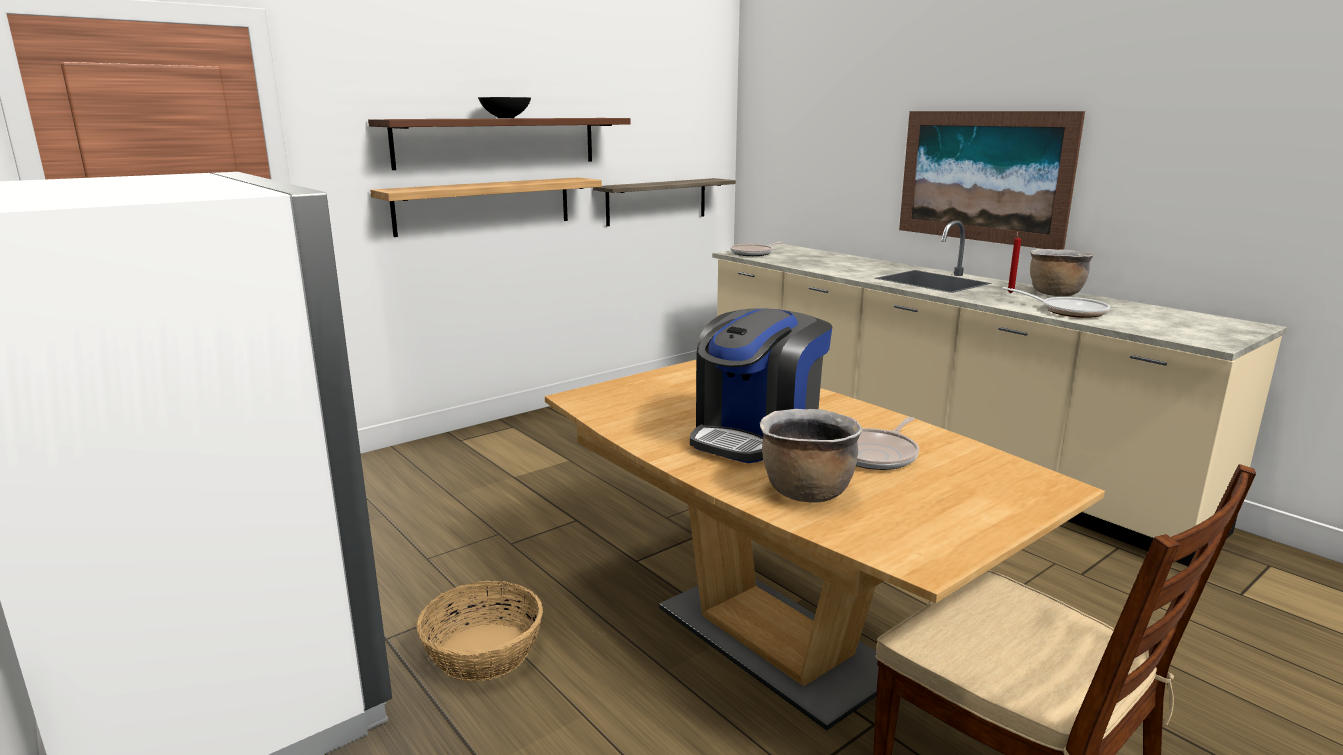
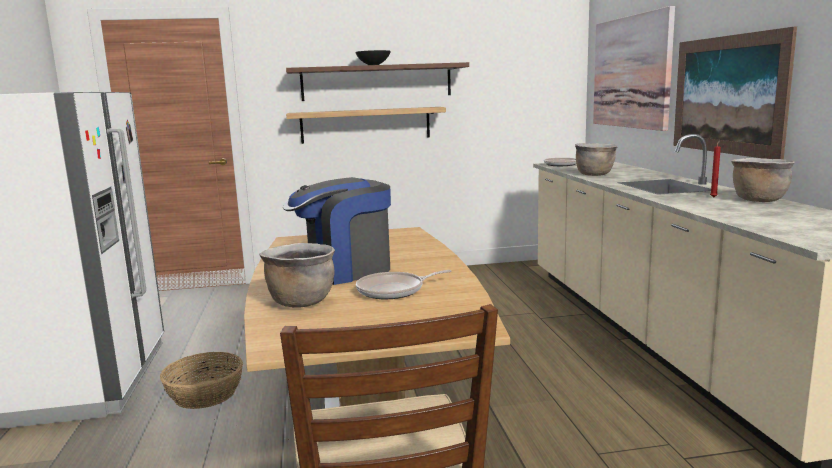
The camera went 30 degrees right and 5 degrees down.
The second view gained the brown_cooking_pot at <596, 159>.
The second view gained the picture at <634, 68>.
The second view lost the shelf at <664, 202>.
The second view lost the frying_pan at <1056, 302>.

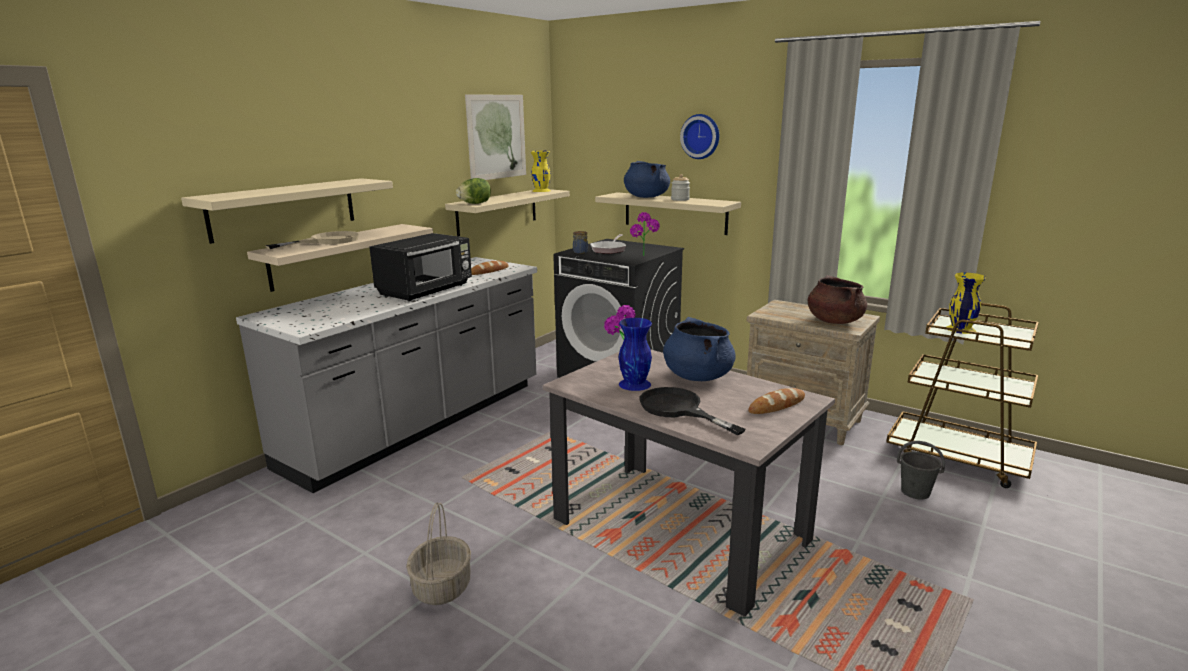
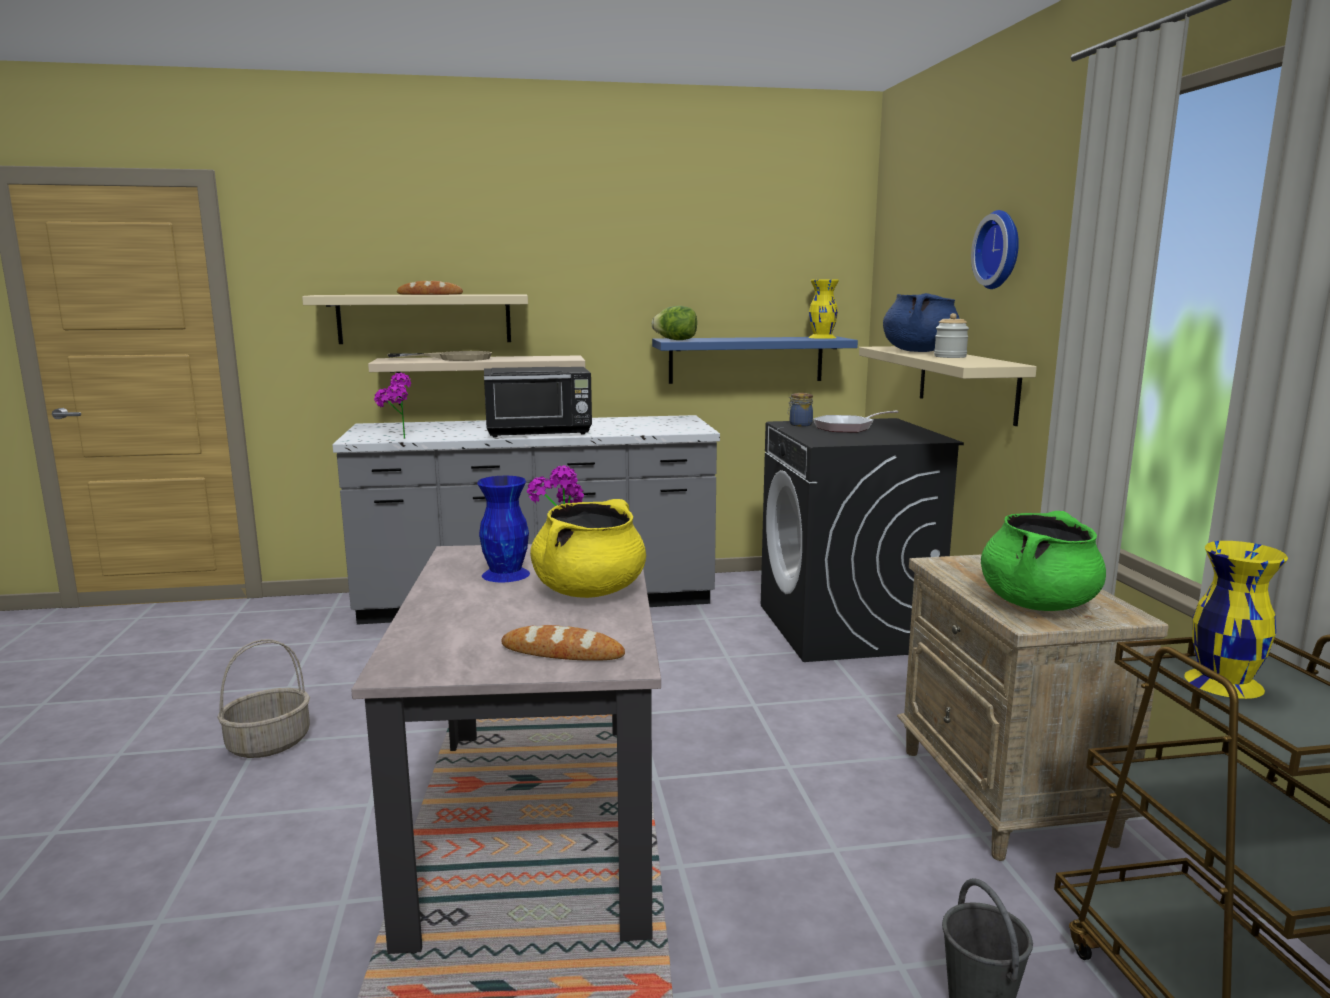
The camera went 45 degrees right and 5 degrees down.
The potted_plant ended up elsewhere, having gone from <645, 234> to <392, 406>.
The bread ended up elsewhere, having gone from <490, 268> to <430, 288>.
What was the blue_cooking_pot at <699, 349> turned into the yellow_cooking_pot at <588, 548>.
What was the beige_shelf at <507, 213> turned into the blue_shelf at <755, 360>.
What was the brown_cooking_pot at <837, 299> turned into the green_cooking_pot at <1043, 561>.
The second view lost the picture at <495, 137>.
The second view lost the black_frying_pan at <692, 411>.

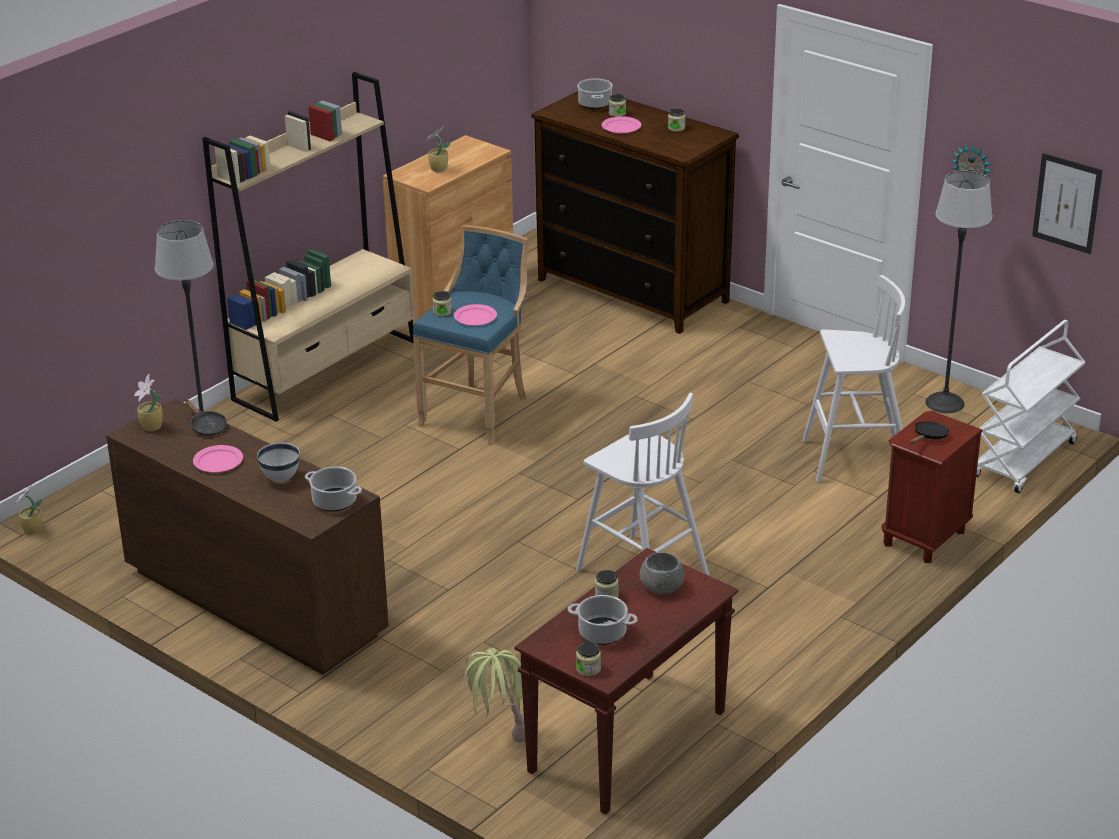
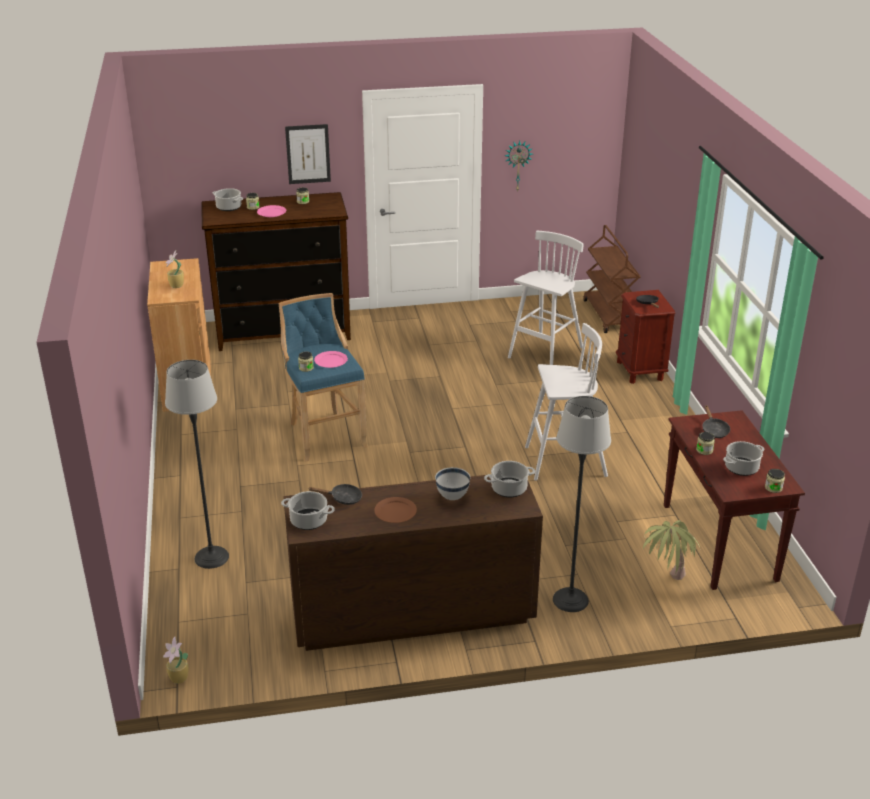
The camera went 50 degrees left and 0 degrees up.
Where the potted_plant stood at <148, 402>, the cooking_pot came to stand at <308, 510>.
The picture ended up elsewhere, having gone from <1067, 203> to <308, 154>.
What was the pink_plate at <218, 458> turned into the brown_plate at <395, 510>.
The floor_lamp ended up elsewhere, having gone from <959, 292> to <582, 504>.
What was the white_cart at <1030, 406> turned into the brown_cart at <611, 279>.
Where the grey_bowl stood at <662, 573>, the black_frying_pan came to stand at <716, 421>.
The second view lost the beige_bookcase at <308, 247>.

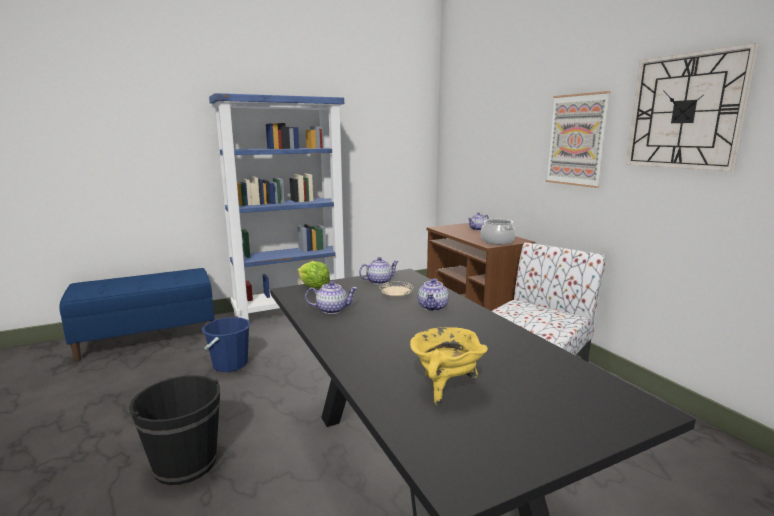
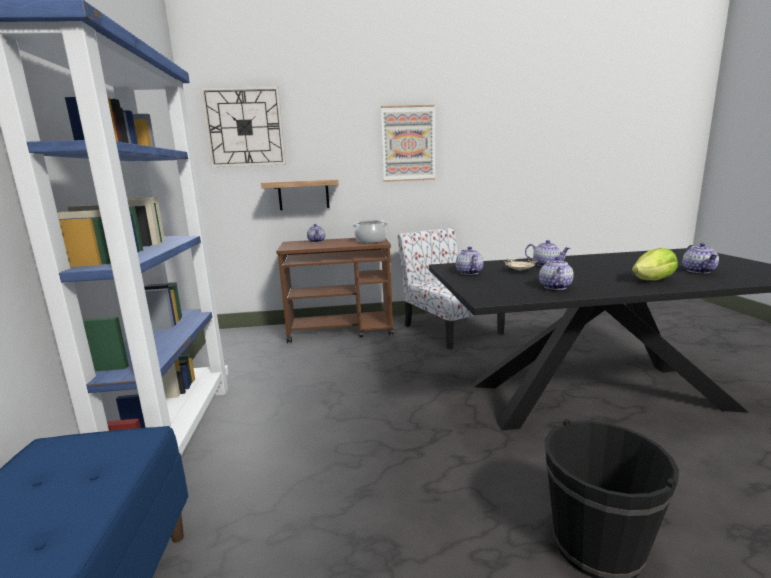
The camera went 70 degrees left and 0 degrees up.
The wall_clock ended up elsewhere, having gone from <692, 107> to <243, 126>.
The second view gained the shelf at <300, 194>.
The lettuce ended up elsewhere, having gone from <314, 275> to <655, 264>.
Where the yellow_cooking_pot stood at <449, 366>, the teapot came to stand at <701, 258>.
The second view lost the blue_bucket at <226, 344>.

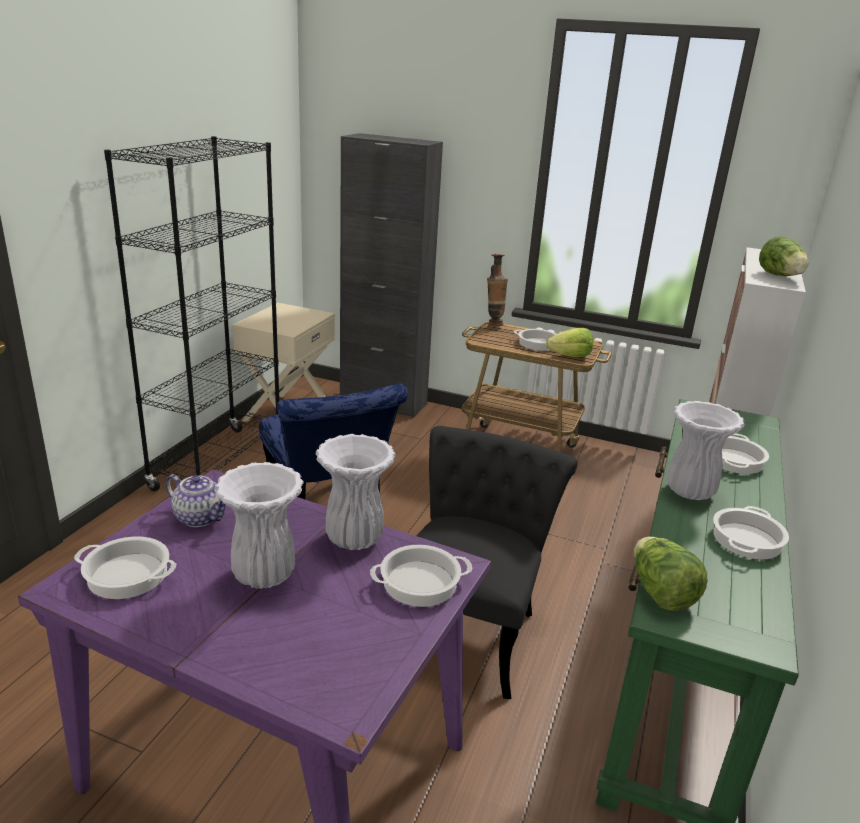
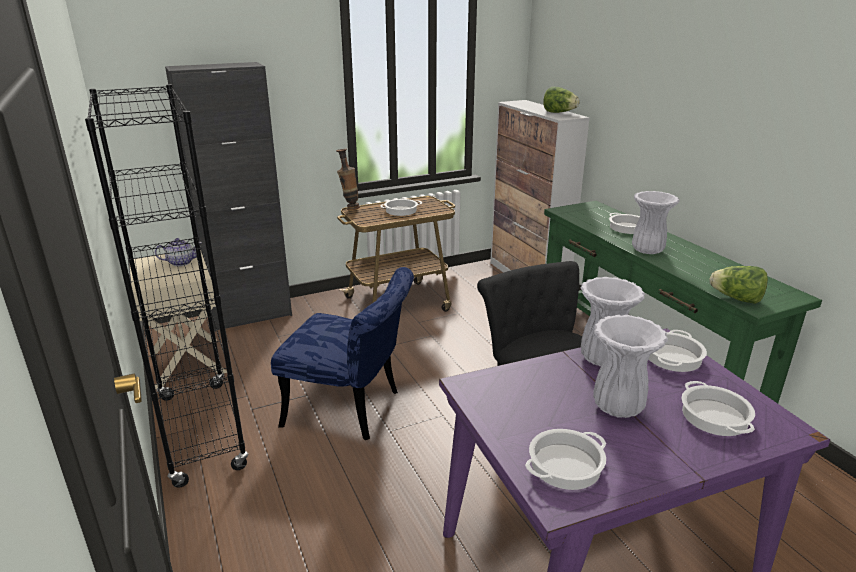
The camera went 45 degrees left and 0 degrees up.
The teapot ended up elsewhere, having gone from <195, 500> to <178, 252>.
The cooking_pot ended up elsewhere, having gone from <751, 532> to <718, 408>.
The second view lost the lettuce at <569, 342>.

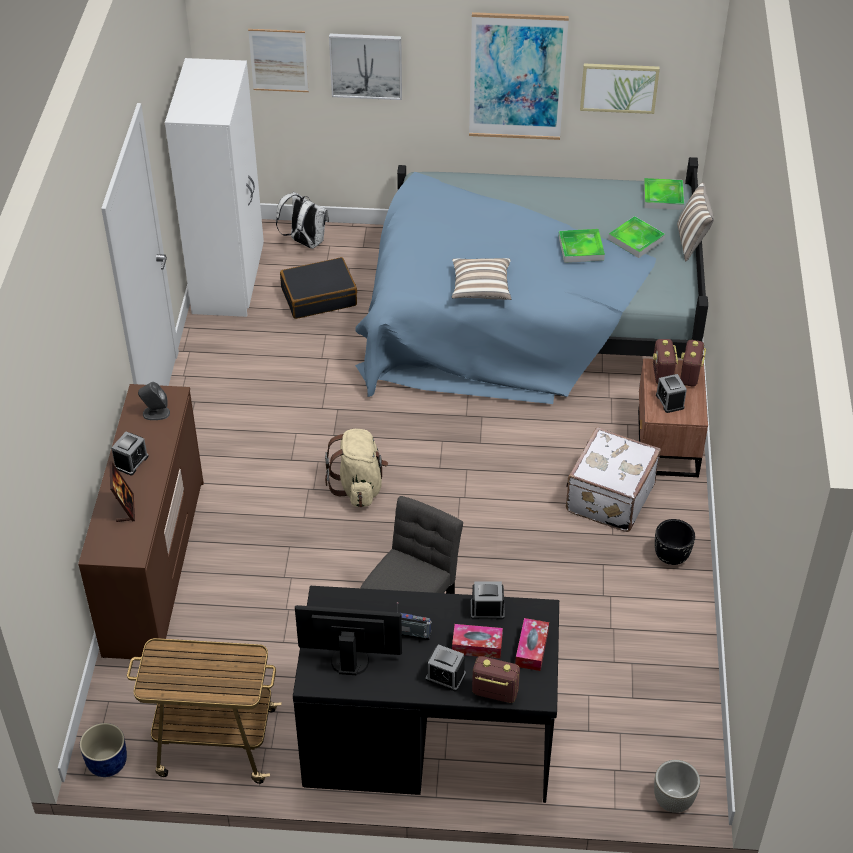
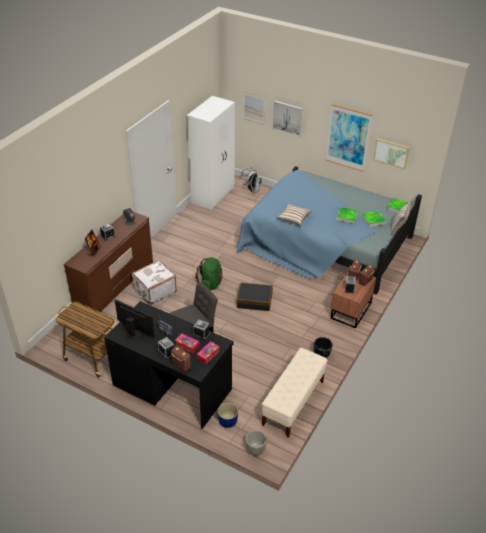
The camera went 25 degrees right and 5 degrees down.
The white_suitcase ended up elsewhere, having gone from <613, 479> to <154, 282>.
What was the beige_backpack at <356, 468> turned into the green_backpack at <209, 274>.
The blue_planter ended up elsewhere, having gone from <103, 750> to <228, 415>.
The black_suitcase ended up elsewhere, having gone from <318, 288> to <255, 297>.
The second view gained the beige_bench at <294, 393>.

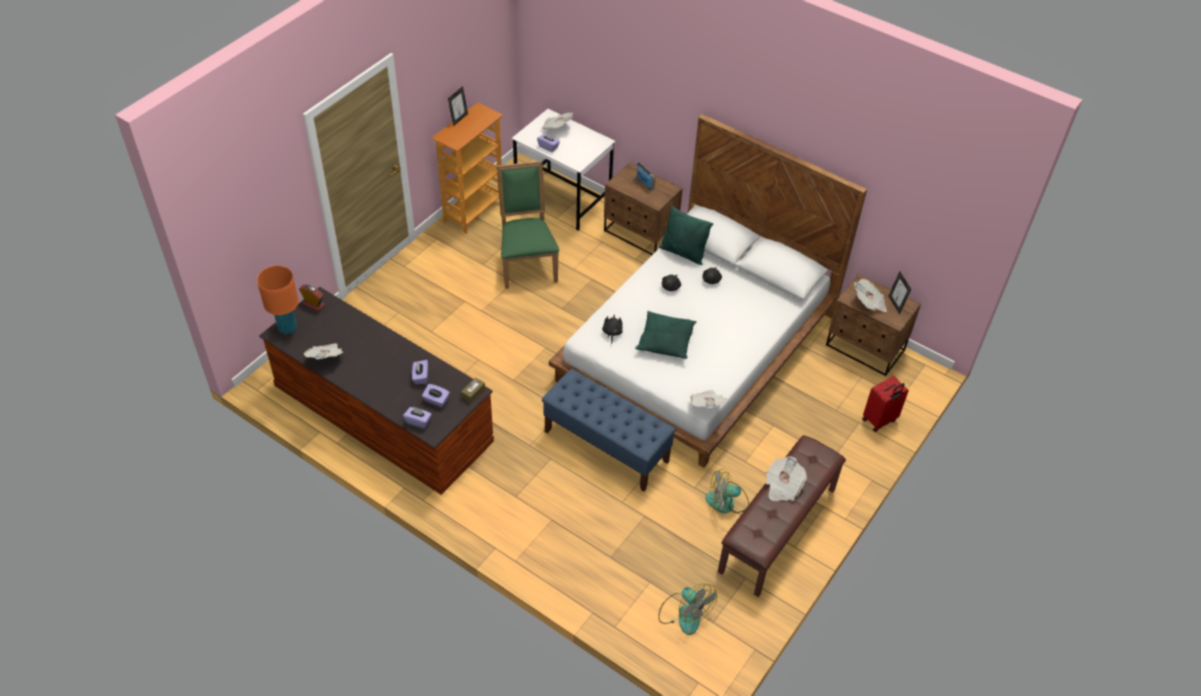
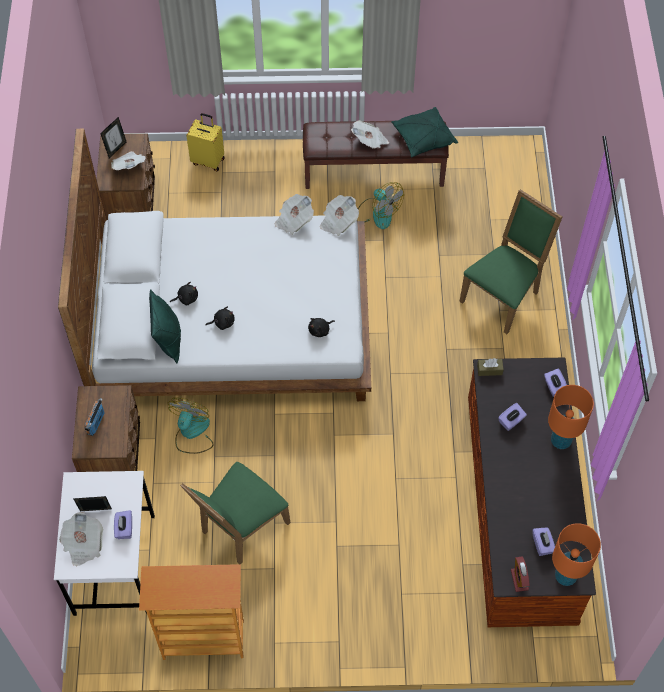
The camera went 125 degrees left and 10 degrees up.
The picture_frame ended up elsewhere, having gone from <458, 106> to <92, 503>.
The fan ended up elsewhere, having gone from <687, 609> to <191, 426>.
What was the red_suitcase at <885, 404> turned into the yellow_suitcase at <205, 142>.
The newspaper ended up elsewhere, having gone from <323, 351> to <294, 214>.
The green_pillow ended up elsewhere, having gone from <666, 335> to <424, 132>.
The second view gained the green_chair at <511, 261>.
The purple_tissue_box ended up elsewhere, having gone from <436, 395> to <543, 541>.
The second view gained the orange_table_lamp at <571, 417>.
The second view lost the blue_bench at <609, 430>.

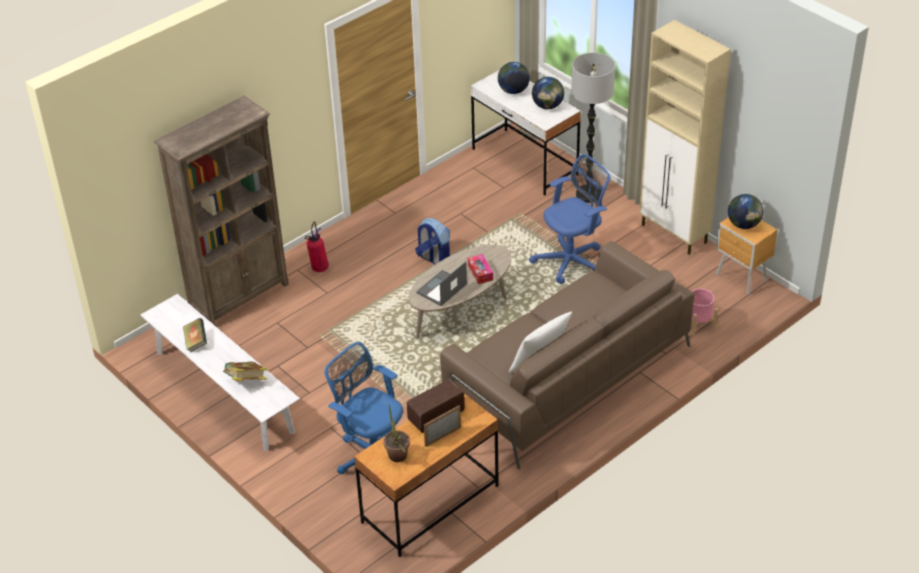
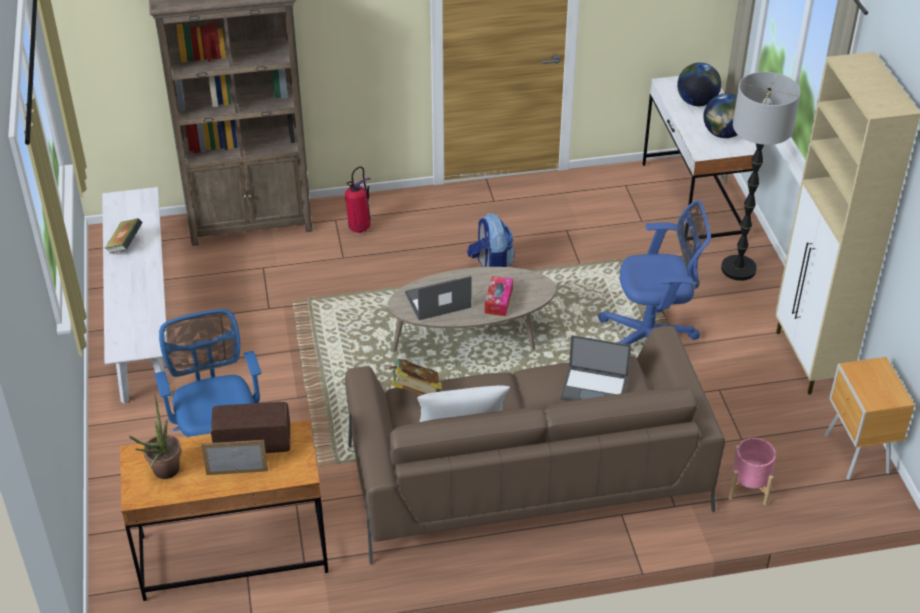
The camera went 30 degrees right and 0 degrees up.
The book ended up elsewhere, having gone from <245, 371> to <415, 377>.
The second view gained the laptop at <595, 368>.
The second view lost the globe at <745, 211>.

